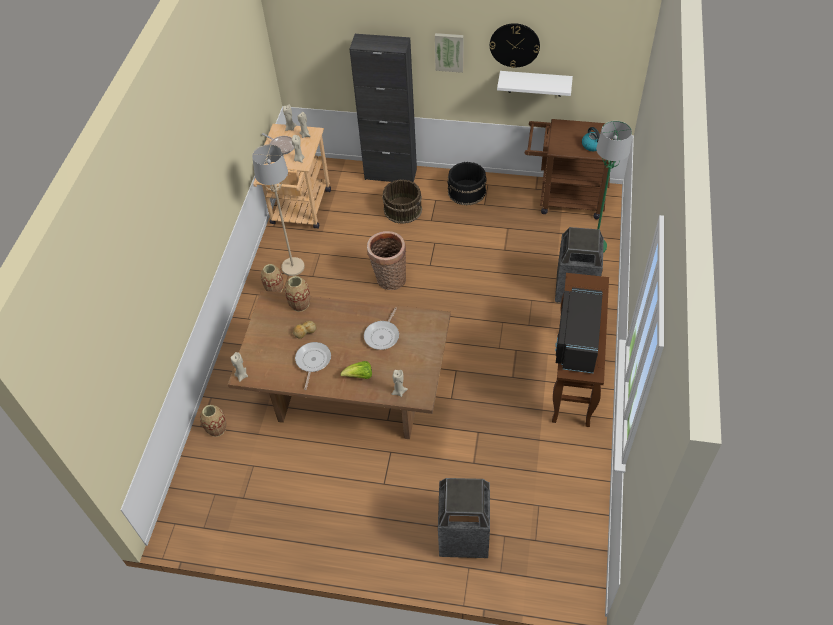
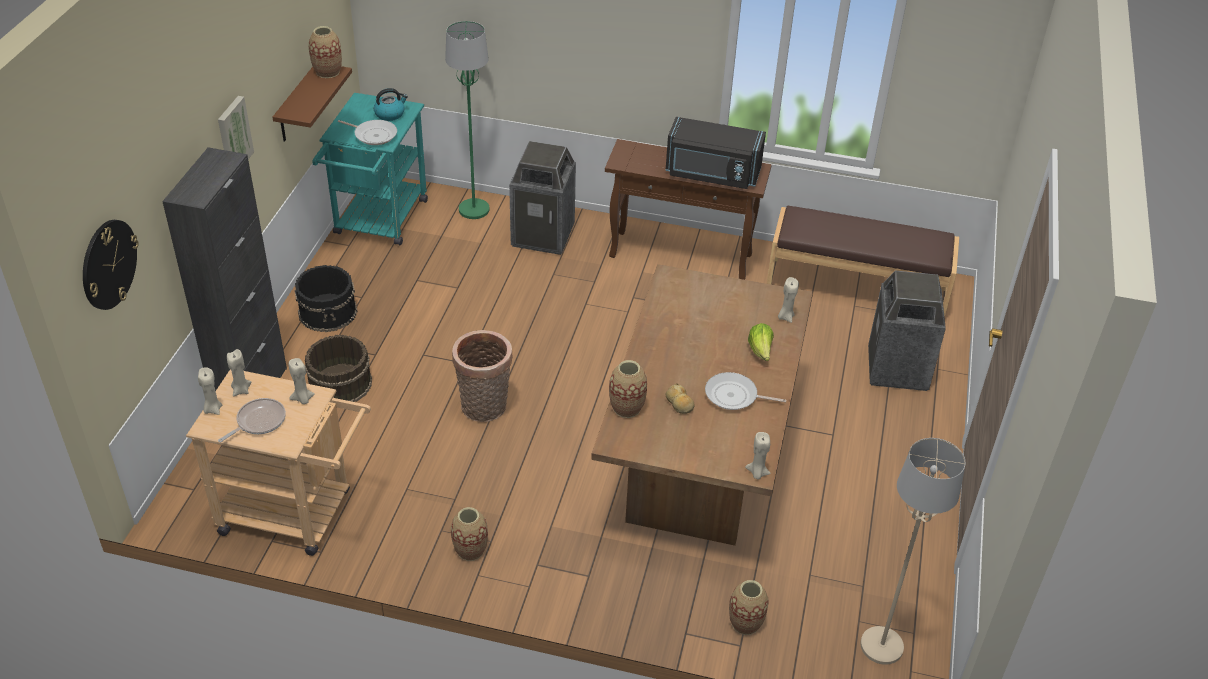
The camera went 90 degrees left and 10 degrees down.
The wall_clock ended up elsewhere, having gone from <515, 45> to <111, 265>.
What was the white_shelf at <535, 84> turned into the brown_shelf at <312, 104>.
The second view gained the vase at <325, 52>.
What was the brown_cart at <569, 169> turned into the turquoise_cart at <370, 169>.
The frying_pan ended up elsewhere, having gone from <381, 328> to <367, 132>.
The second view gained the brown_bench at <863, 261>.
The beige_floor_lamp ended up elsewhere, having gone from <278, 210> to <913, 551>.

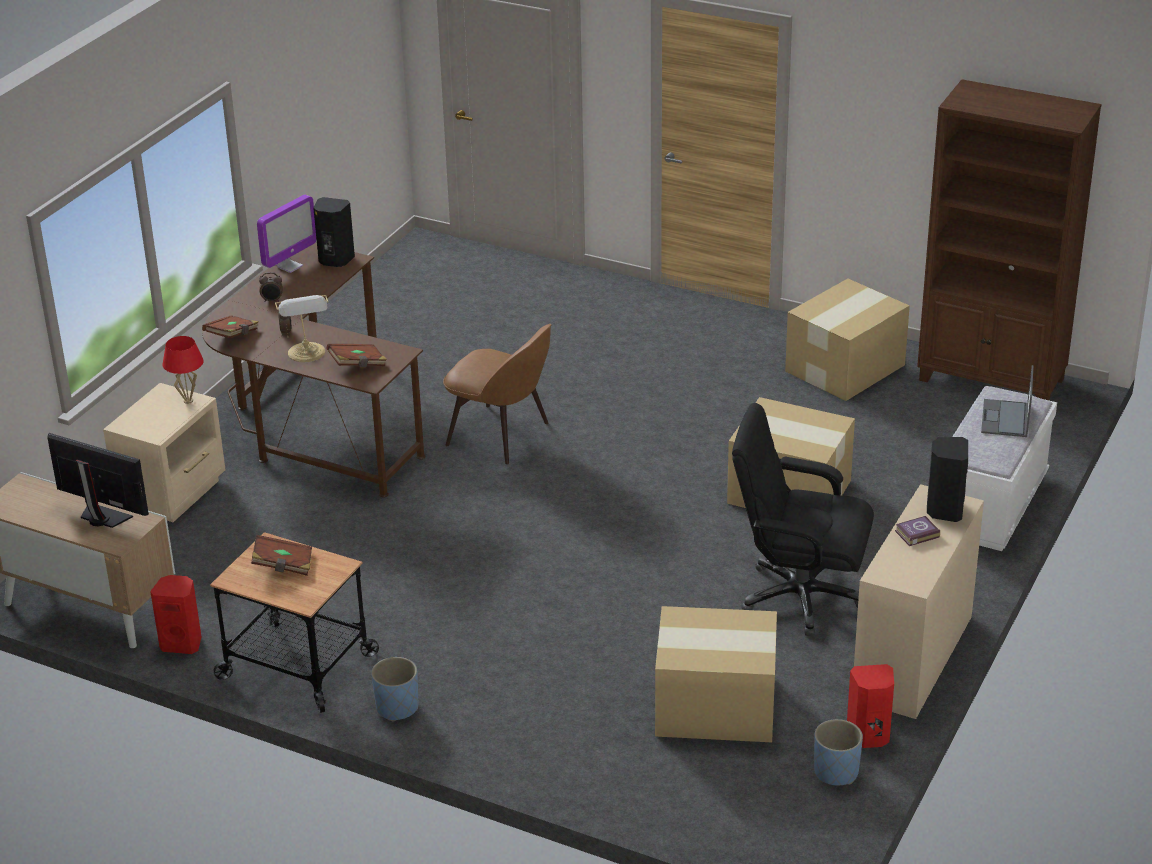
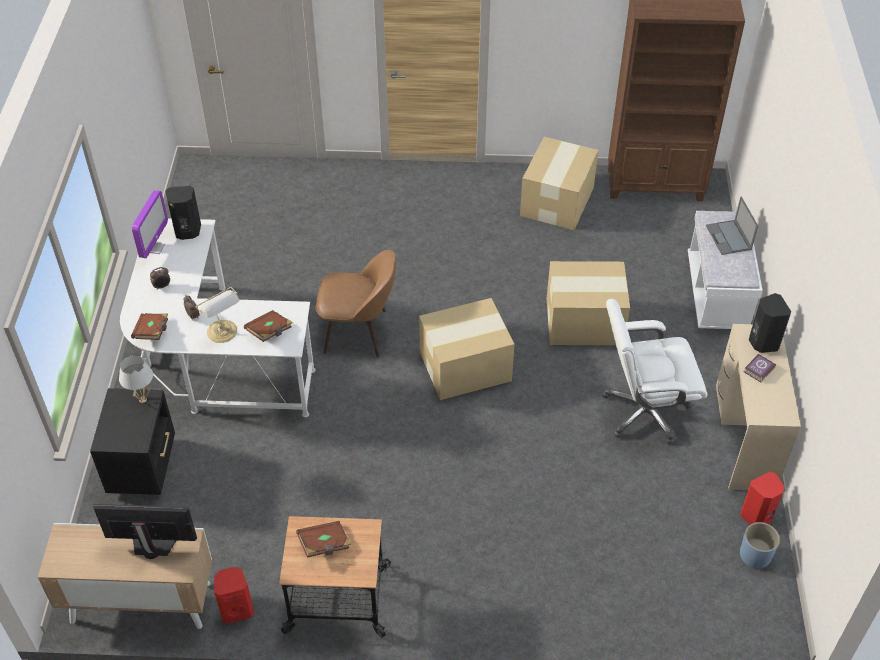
The camera went 25 degrees left and 15 degrees up.
What was the beige_nightstand at <164, 452> turned into the black_nightstand at <132, 441>.
What was the red_table_lamp at <183, 370> turned into the white_table_lamp at <136, 379>.
What was the brown_desk at <314, 370> turned into the white_desk at <218, 317>.
The cardboard_box ended up elsewhere, having gone from <716, 674> to <467, 349>.
What was the black_office_chair at <803, 519> turned into the white_office_chair at <654, 372>.
The second view lost the blue_planter at <394, 689>.

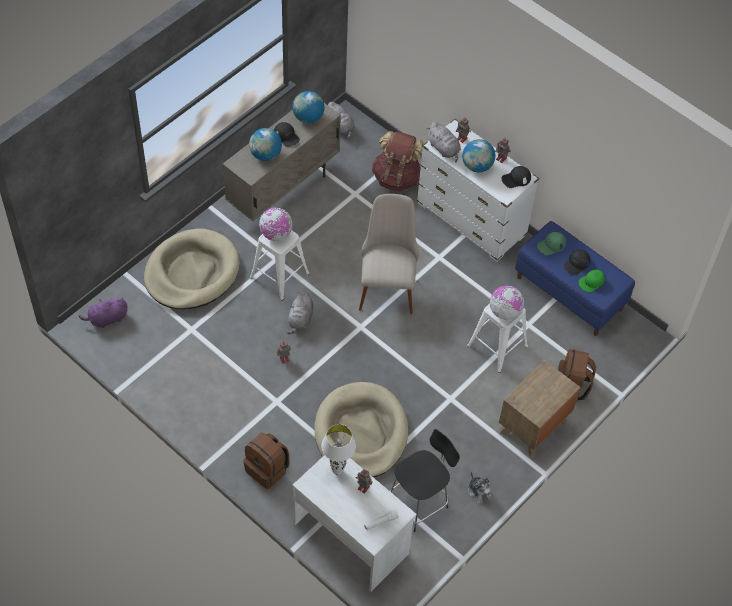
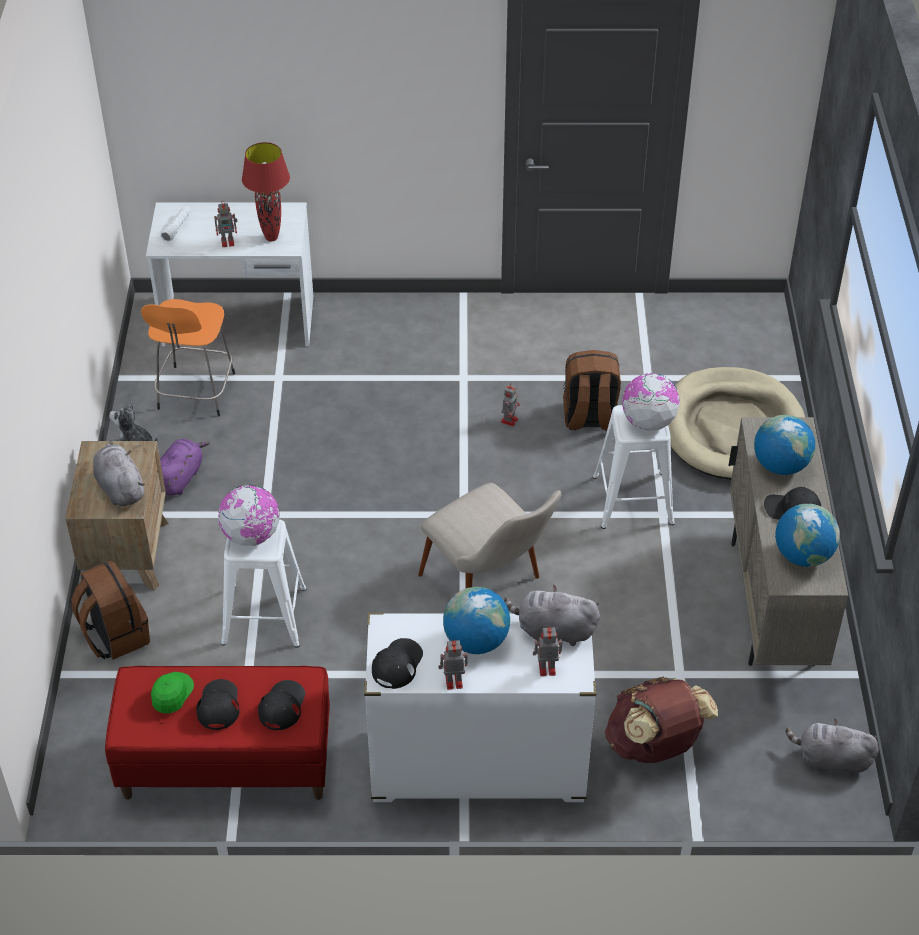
The camera went 140 degrees right and 10 degrees down.
The grey_plush_toy ended up elsewhere, having gone from <300, 312> to <119, 473>.
What was the blue_bench at <575, 278> turned into the red_bench at <217, 733>.
What was the black_stool at <425, 480> turned into the orange_stool at <188, 358>.
The purple_plush_toy ended up elsewhere, having gone from <103, 312> to <185, 467>.
What was the white_table_lamp at <338, 449> turned into the red_table_lamp at <266, 192>.
What was the green_cap at <551, 243> turned into the black_cap at <281, 705>.
The brown_backpack ended up elsewhere, having gone from <266, 460> to <592, 390>.
The second view lost the beige_dog_bed at <361, 429>.

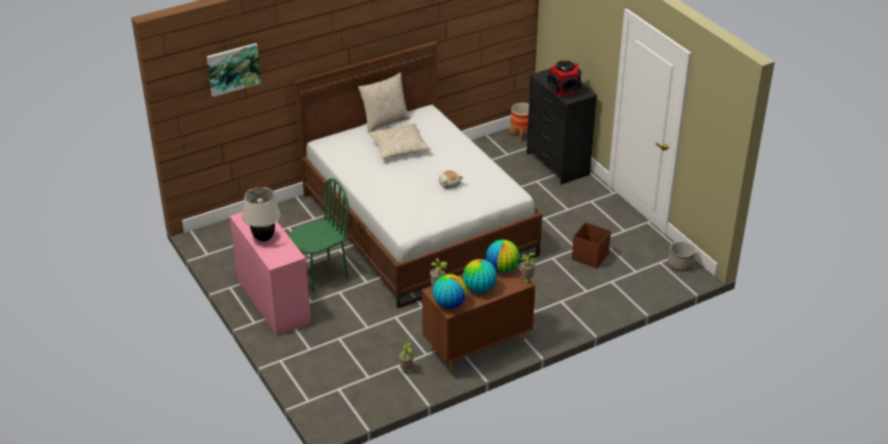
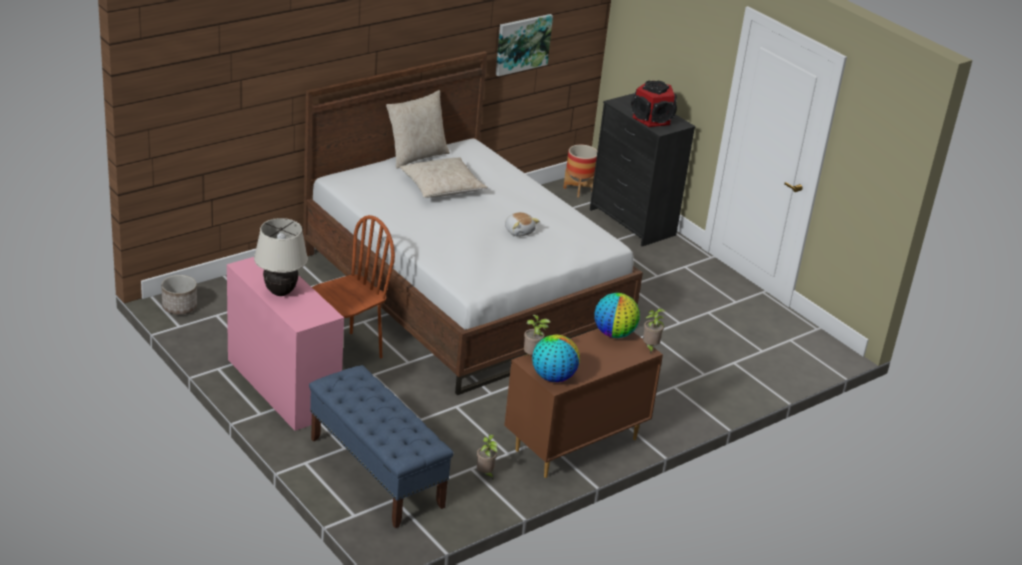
The camera went 10 degrees left and 5 degrees down.
The planter ended up elsewhere, having gone from <682, 256> to <179, 295>.
The second view gained the blue_bench at <381, 446>.
What was the green_chair at <319, 235> turned into the brown_chair at <353, 286>.
The picture ended up elsewhere, having gone from <234, 70> to <524, 45>.
The second view lost the globe at <480, 276>.
The second view lost the brown_storage_box at <591, 245>.

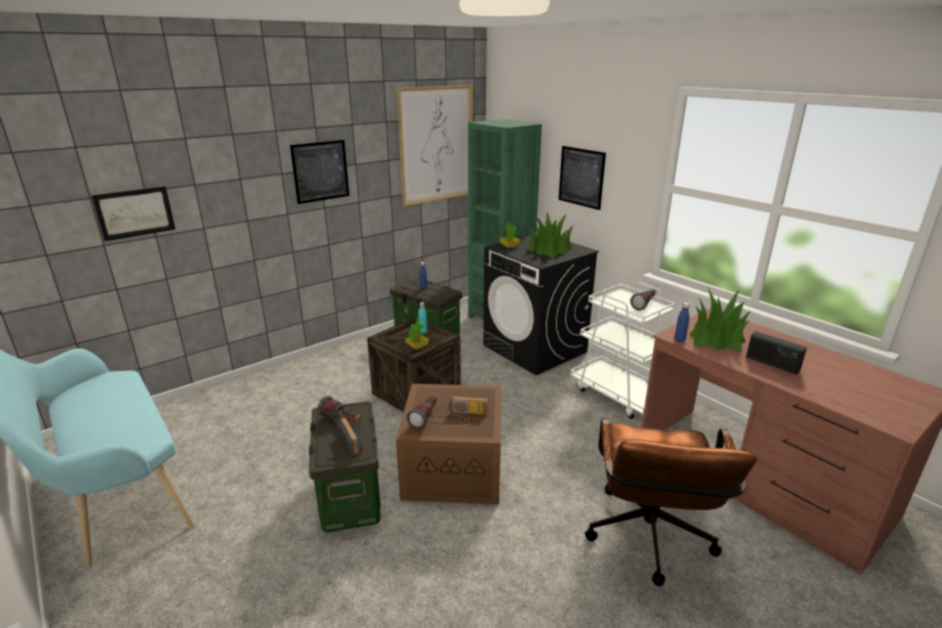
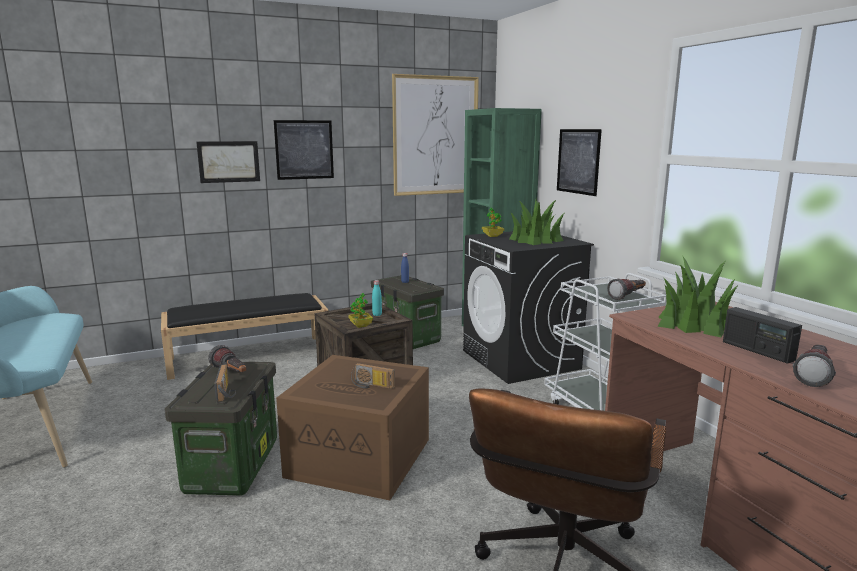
The camera went 15 degrees right and 10 degrees down.
The second view gained the black_bench at <245, 336>.
The picture ended up elsewhere, having gone from <133, 213> to <228, 162>.
The flashlight ended up elsewhere, having gone from <422, 412> to <814, 365>.
The second view lost the blue_bottle at <682, 322>.

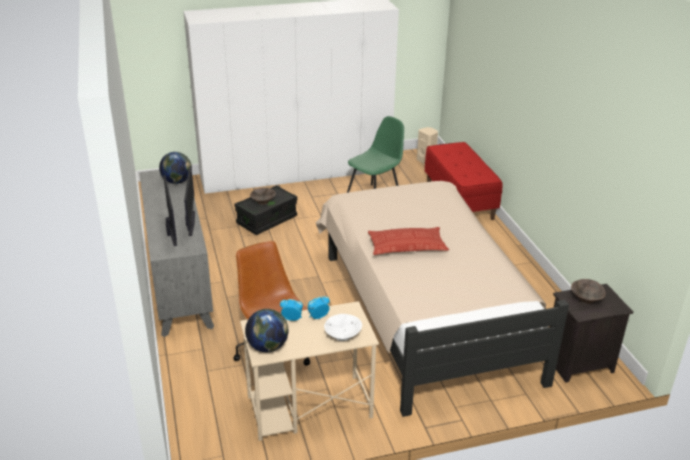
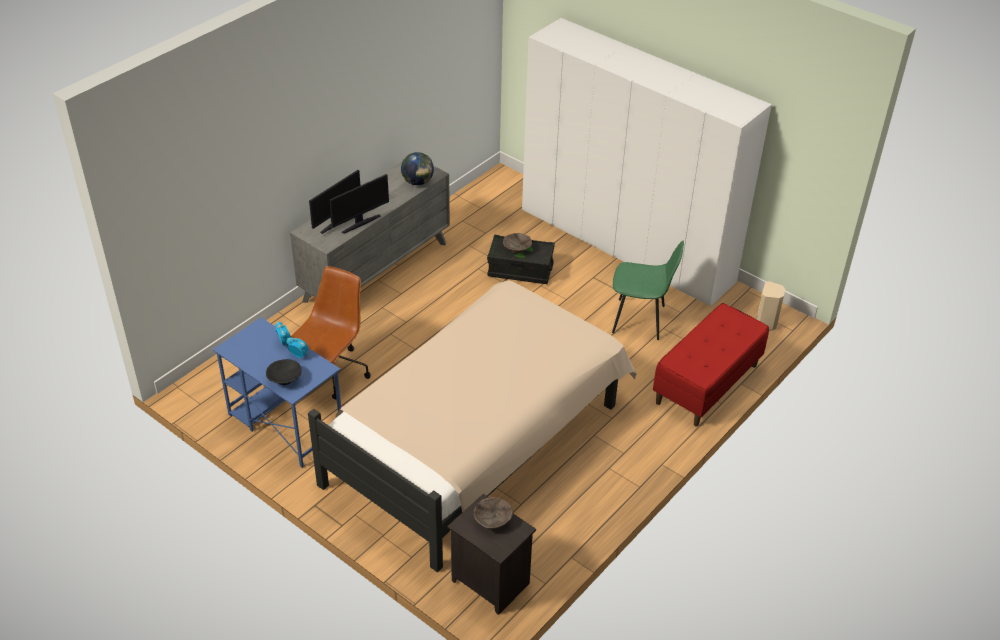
The camera went 55 degrees right and 10 degrees up.
What was the beige_desk at <309, 371> turned into the blue_desk at <277, 392>.
What was the white_bowl at <343, 327> turned into the black_bowl at <284, 372>.
The second view lost the globe at <266, 330>.
The second view lost the pillow at <408, 241>.

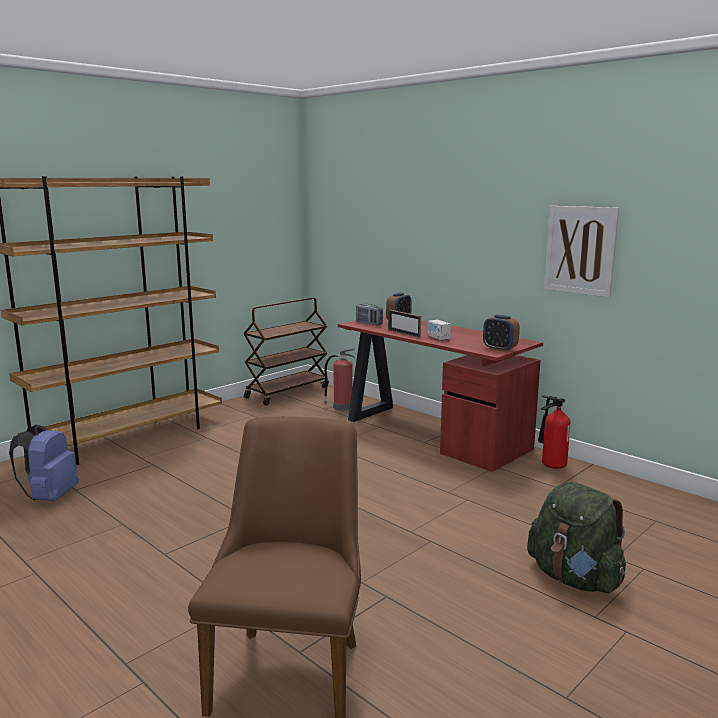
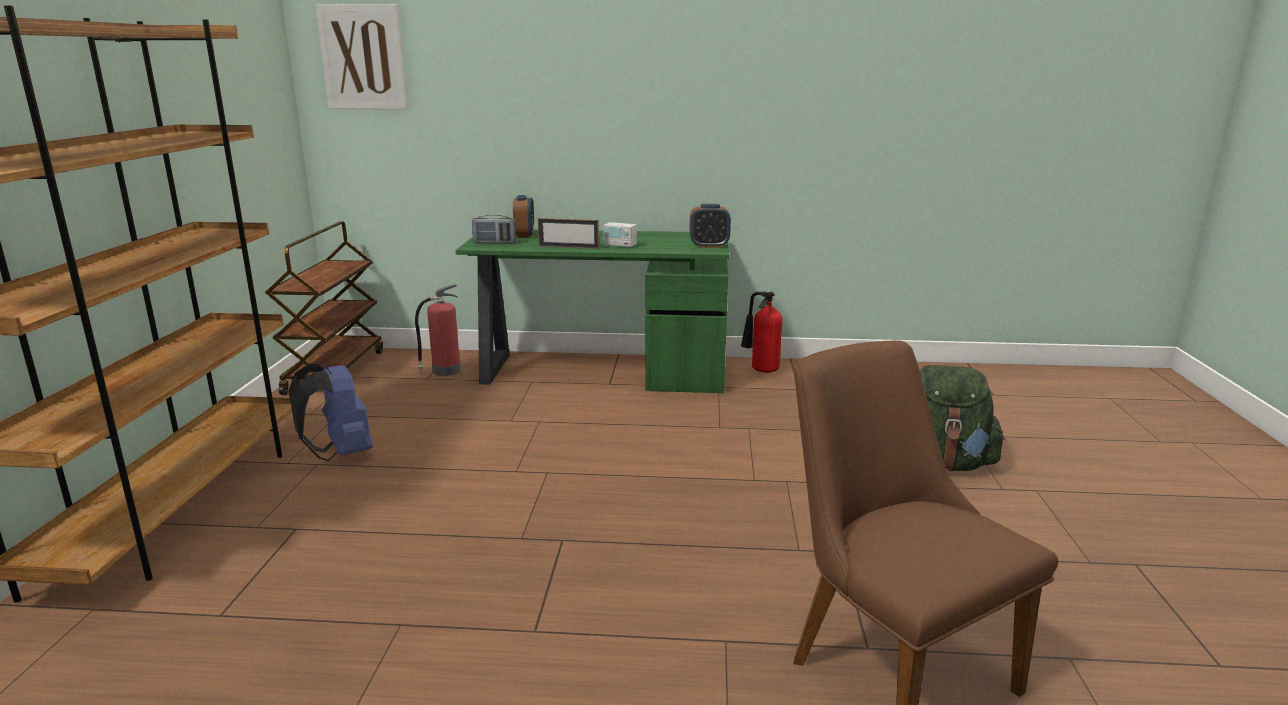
The camera went 40 degrees left and 5 degrees up.
The blue_backpack ended up elsewhere, having gone from <44, 463> to <331, 411>.
The picture ended up elsewhere, having gone from <581, 252> to <361, 56>.
What was the red_desk at <440, 393> turned into the green_desk at <592, 311>.

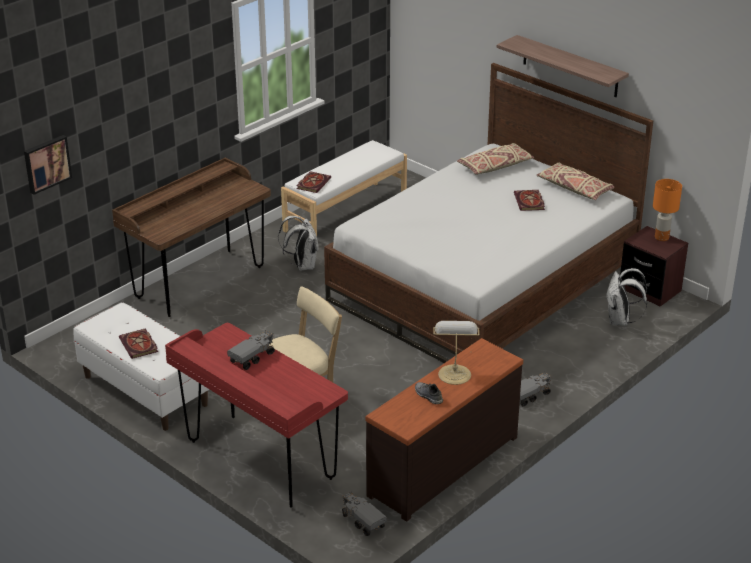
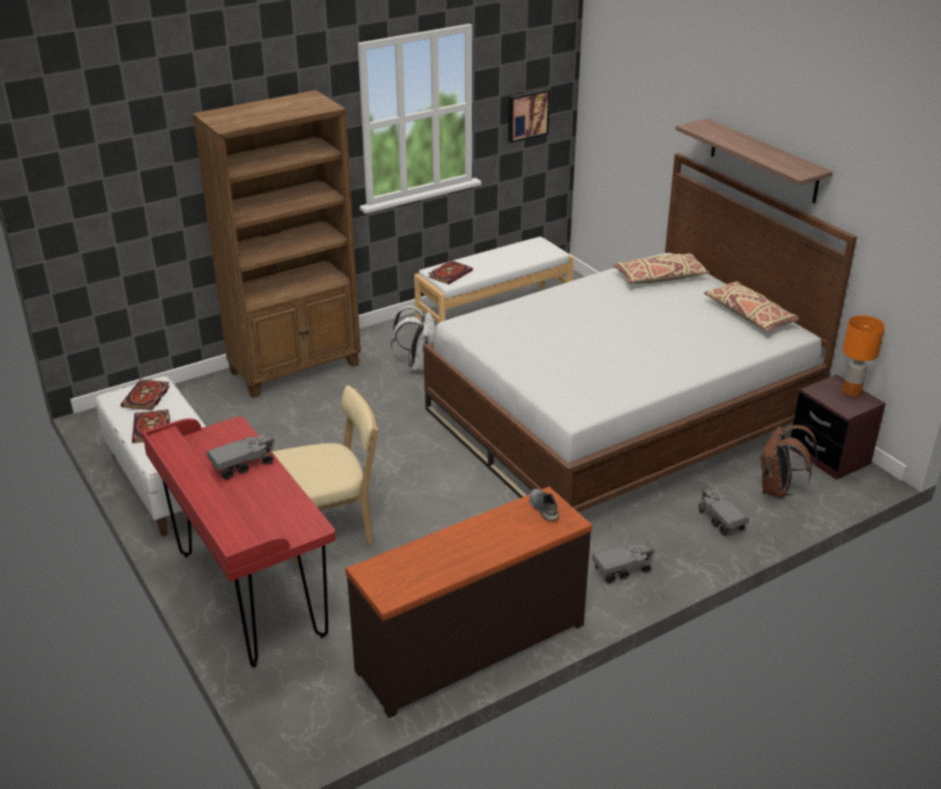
The camera went 15 degrees right and 0 degrees up.
The book ended up elsewhere, having gone from <529, 200> to <145, 394>.
Where the brown_desk stood at <191, 237>, the brown_bookcase came to stand at <276, 244>.
The picture ended up elsewhere, having gone from <48, 165> to <529, 116>.
The grey_shoe ended up elsewhere, having gone from <429, 393> to <544, 505>.
The toy_truck ended up elsewhere, having gone from <364, 514> to <724, 511>.
What was the white_backpack at <626, 297> turned into the brown_backpack at <789, 461>.
The second view lost the table_lamp at <456, 353>.

